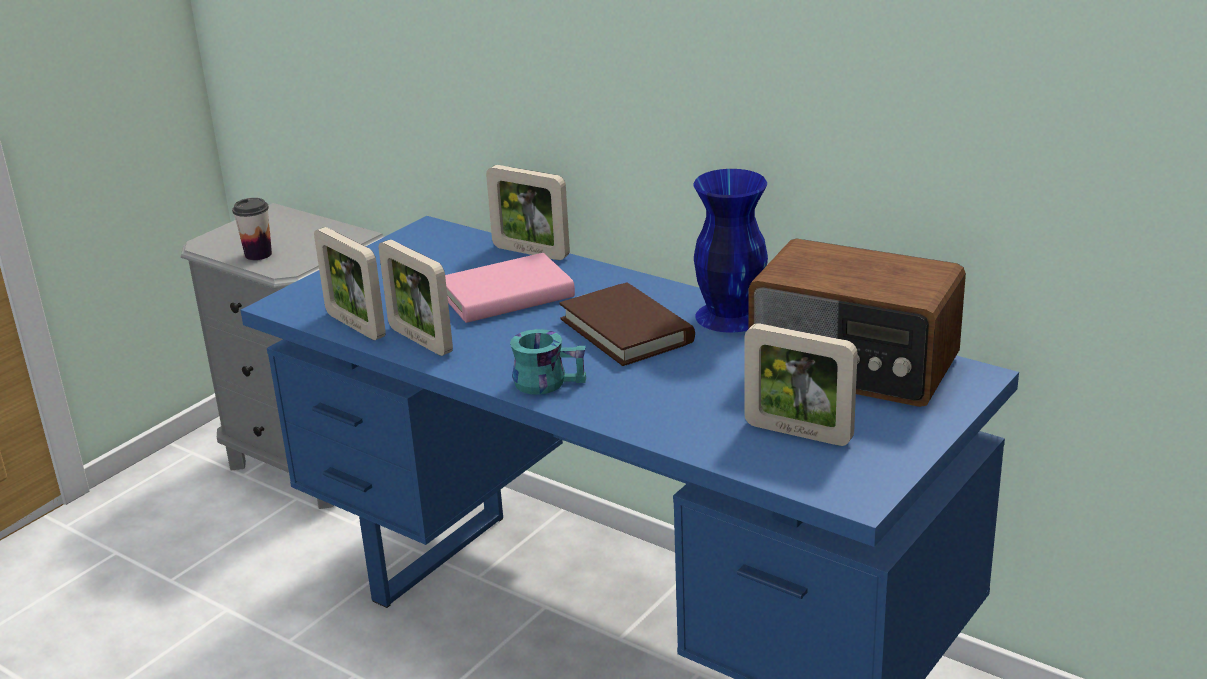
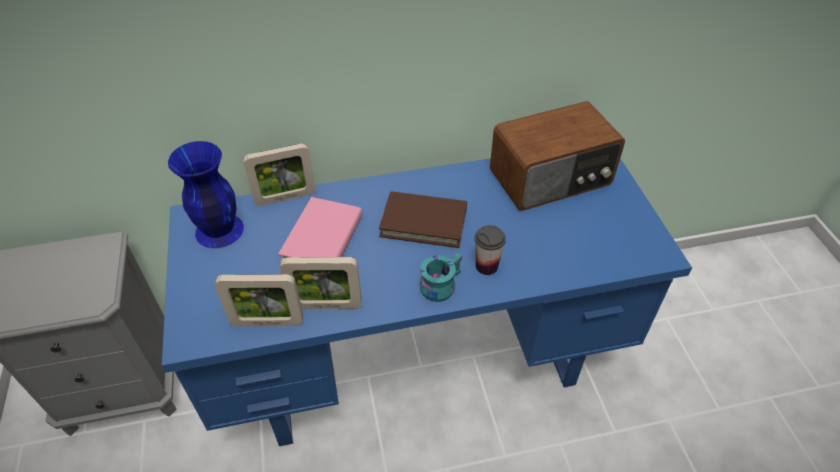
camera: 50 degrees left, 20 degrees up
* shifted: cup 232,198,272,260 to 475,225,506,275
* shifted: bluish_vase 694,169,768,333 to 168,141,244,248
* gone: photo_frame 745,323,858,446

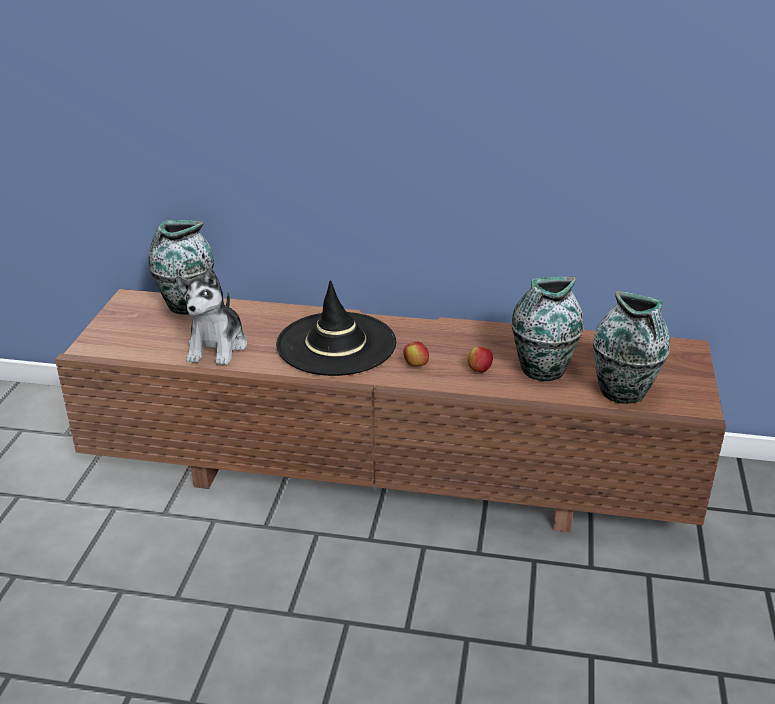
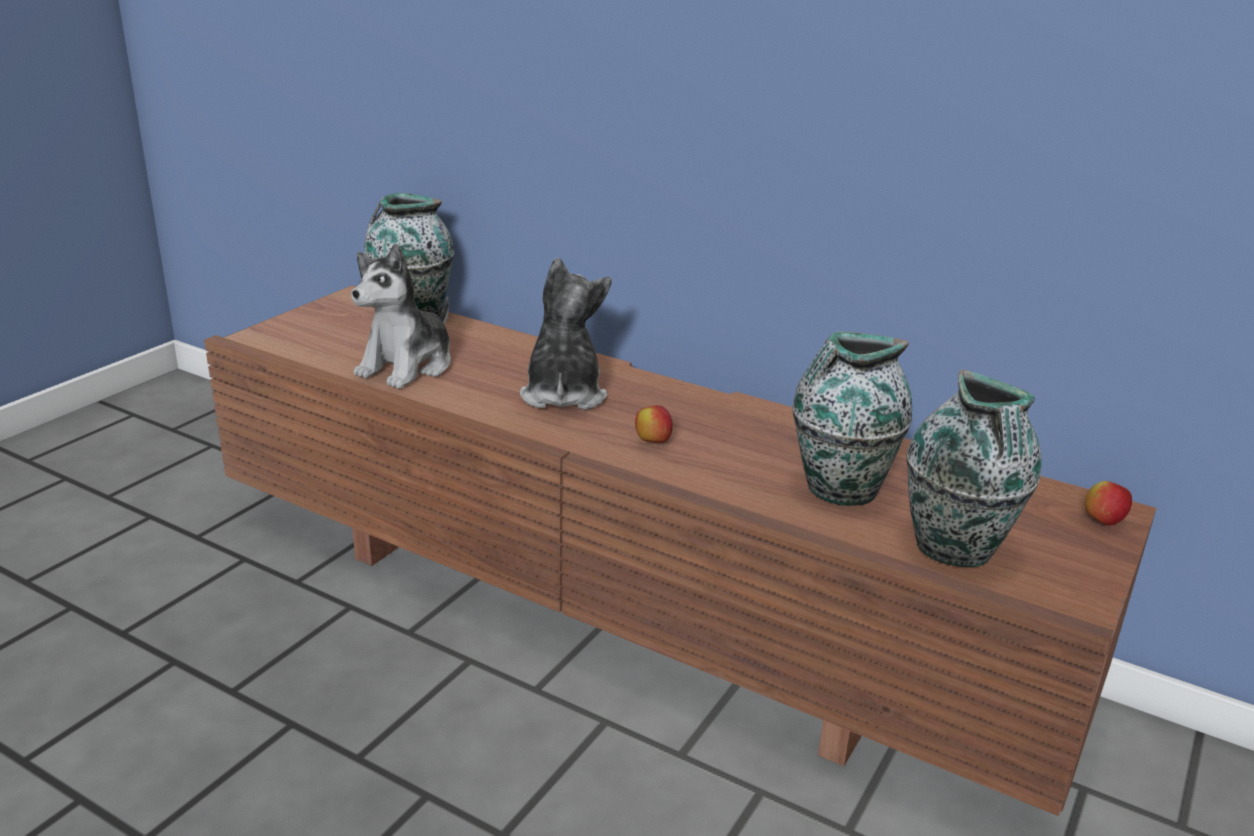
camera: 20 degrees right, 5 degrees down
* swapped: black-coloured_hat 276,280,396,376 to soft_toy 520,257,612,409
* shifted: whole_apple 468,347,493,372 to 1085,481,1132,525

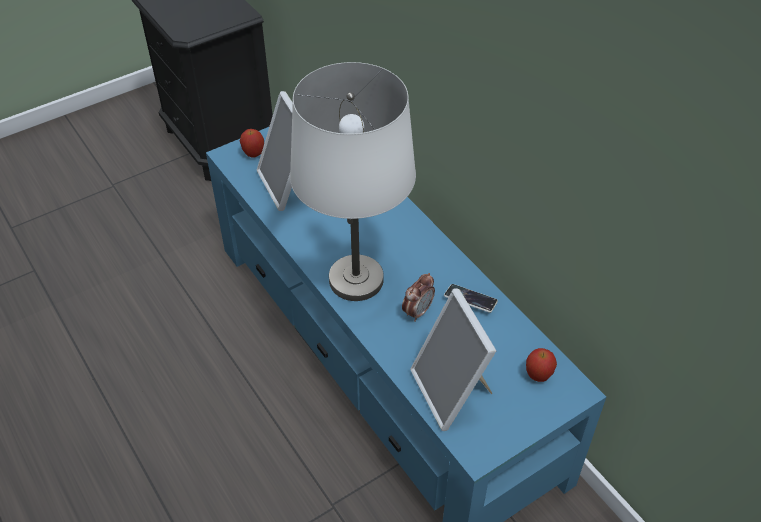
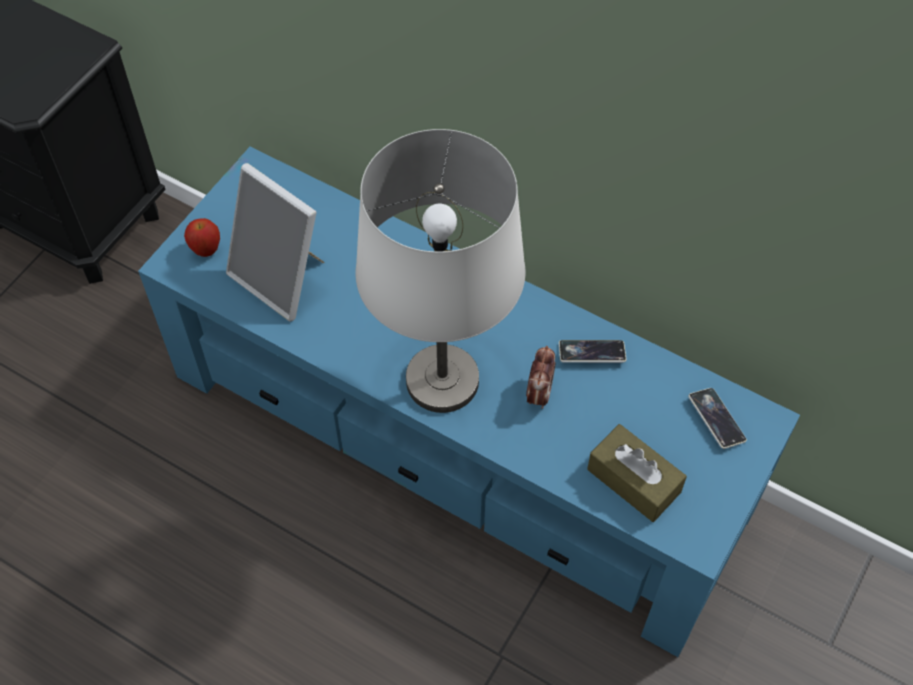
camera: 25 degrees left, 10 degrees up
* swapped: photo_frame 410,289,497,431 to brown_tissue_box 587,424,687,522
* swapped: whole_apple 526,348,557,382 to telephone 688,388,747,449

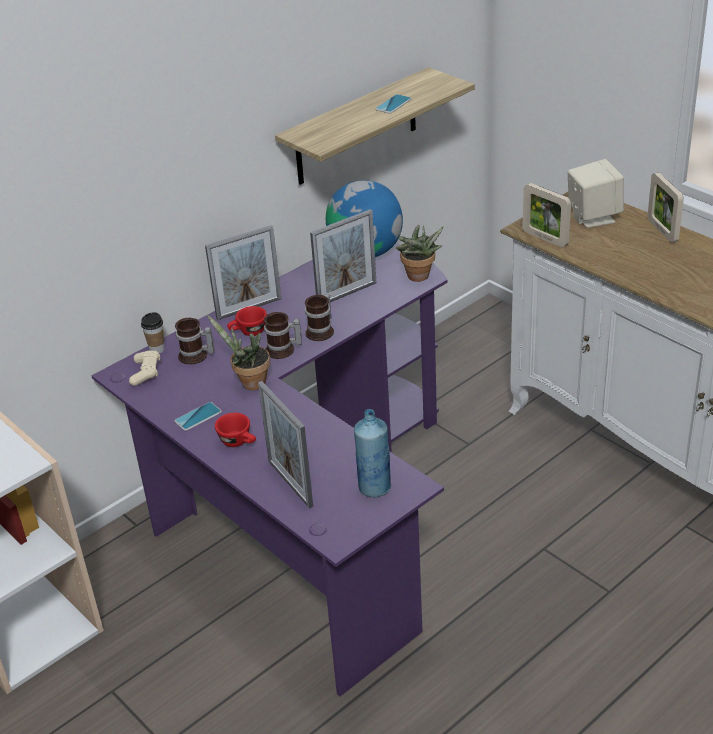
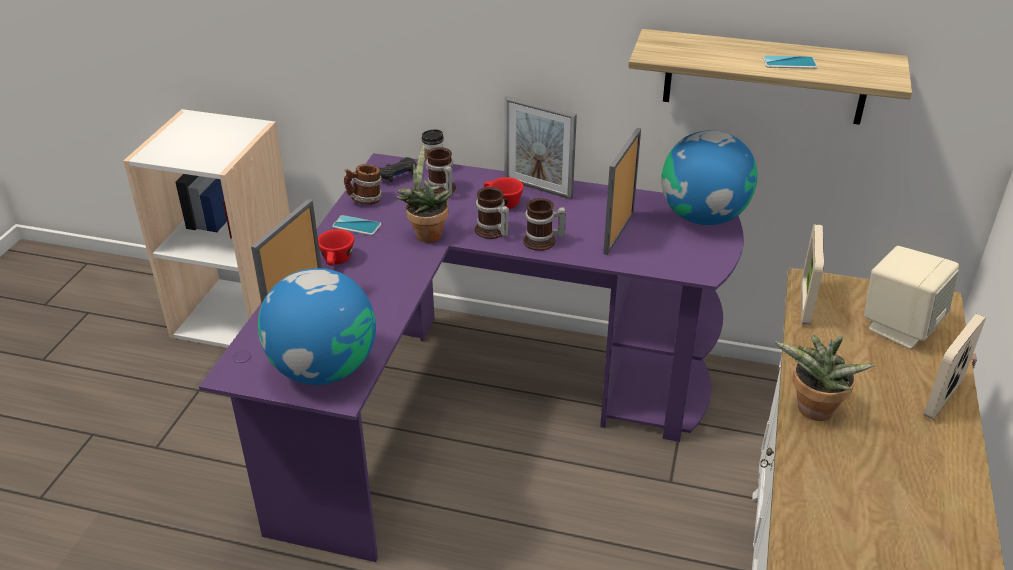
camera: 55 degrees right, 0 degrees up
* repainted: beige-coloured_game_controller 129,351,161,386 to black-coloured_game_controller 379,157,417,182
* rotated: photo_frame 310,209,376,302 = 603,128,641,255 90 degrees clockwise
* swapped: bluish_bottle 354,409,391,497 to world_globe 258,268,376,385
* shifted: potted_plant 396,225,443,282 to 774,335,875,421
* new: tea_mug 344,164,382,205

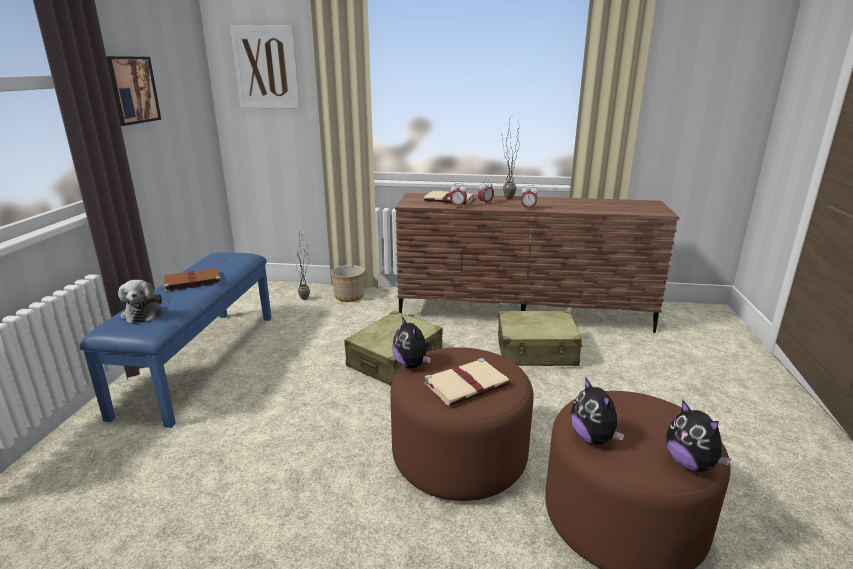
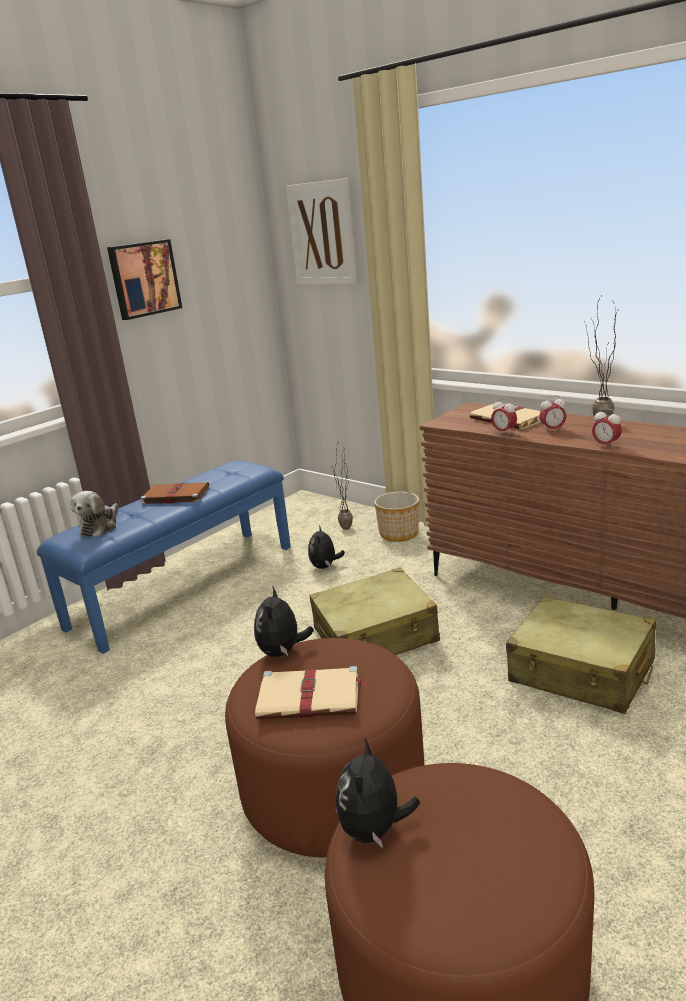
camera: 35 degrees right, 0 degrees up
* shifted: soft_toy 666,399,732,472 to 308,525,345,569

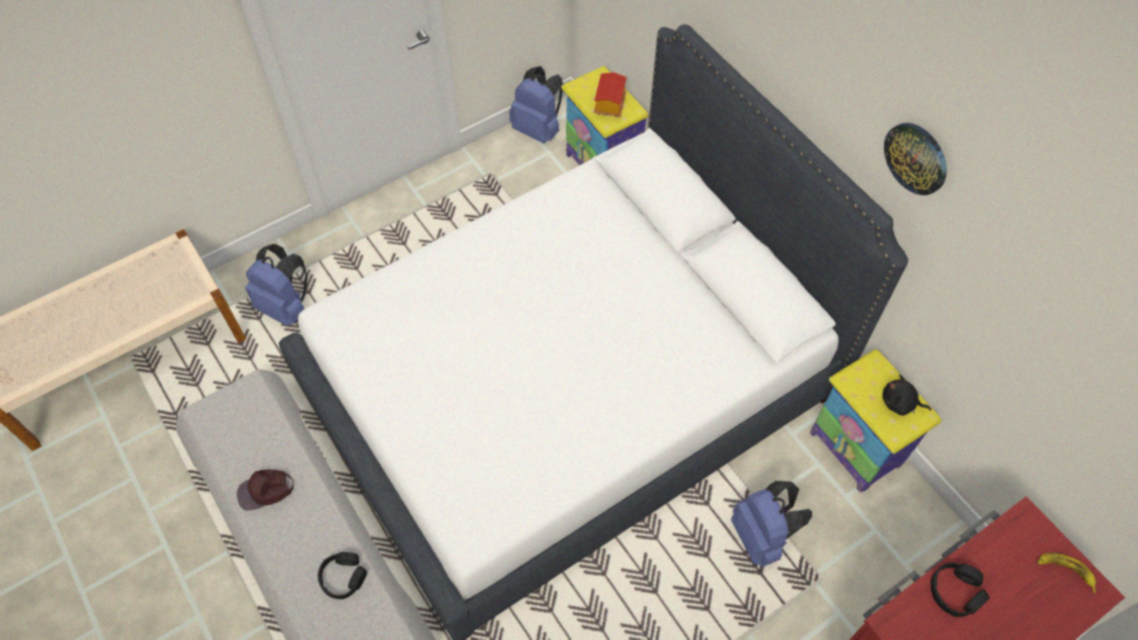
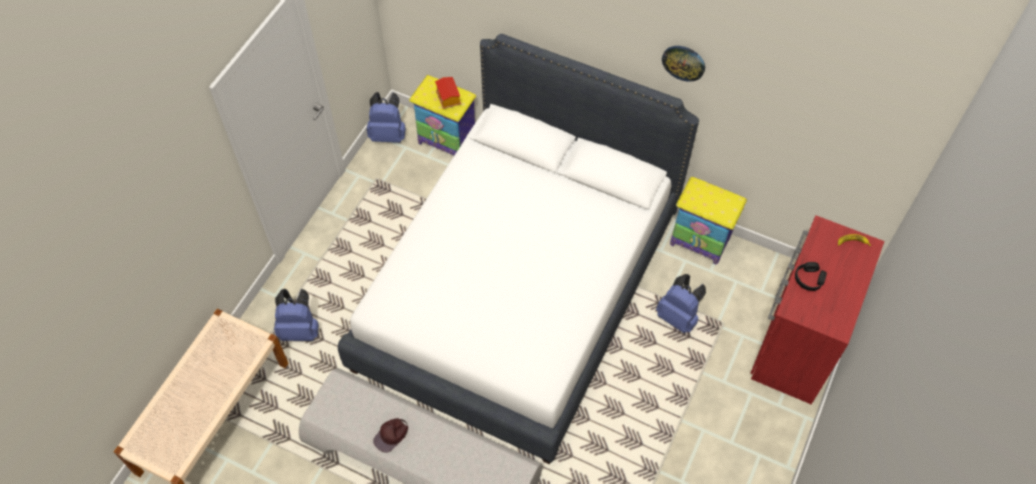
camera: 30 degrees left, 0 degrees up
* gone: black-coloured_headset 318,552,367,599
* gone: black-coloured_soft_toy 882,375,931,415

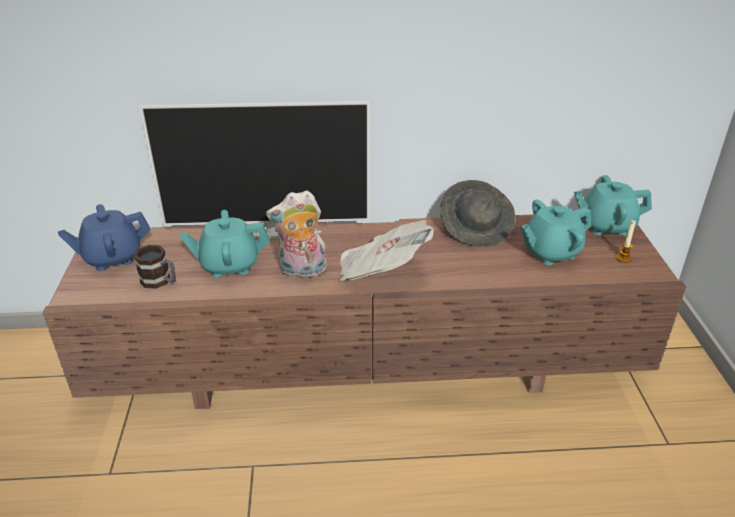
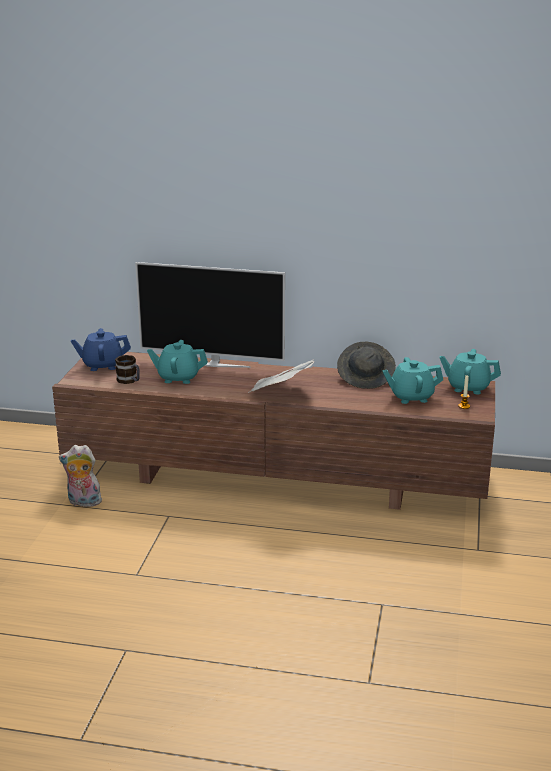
camera: 15 degrees right, 10 degrees down
* shifted: soft_toy 266,190,327,278 to 59,445,102,507

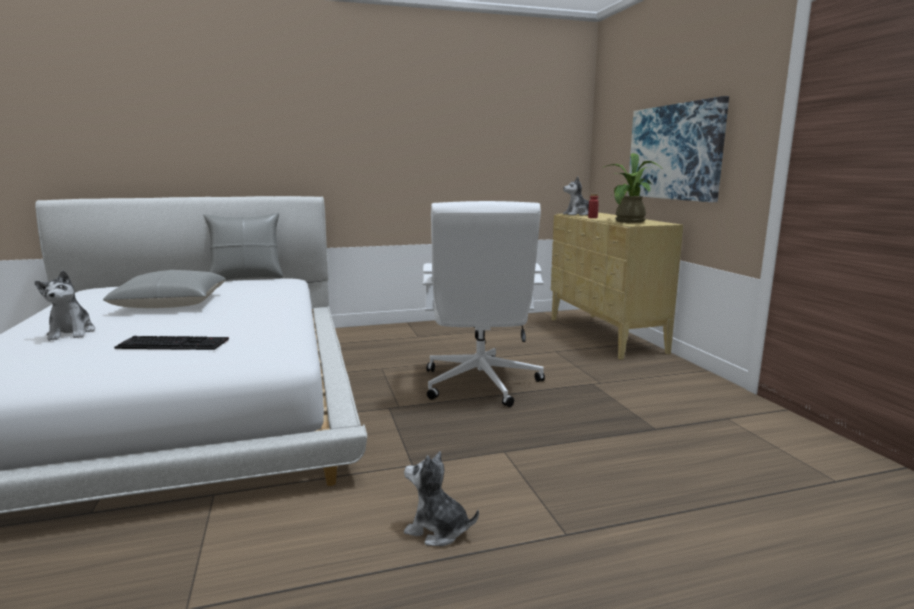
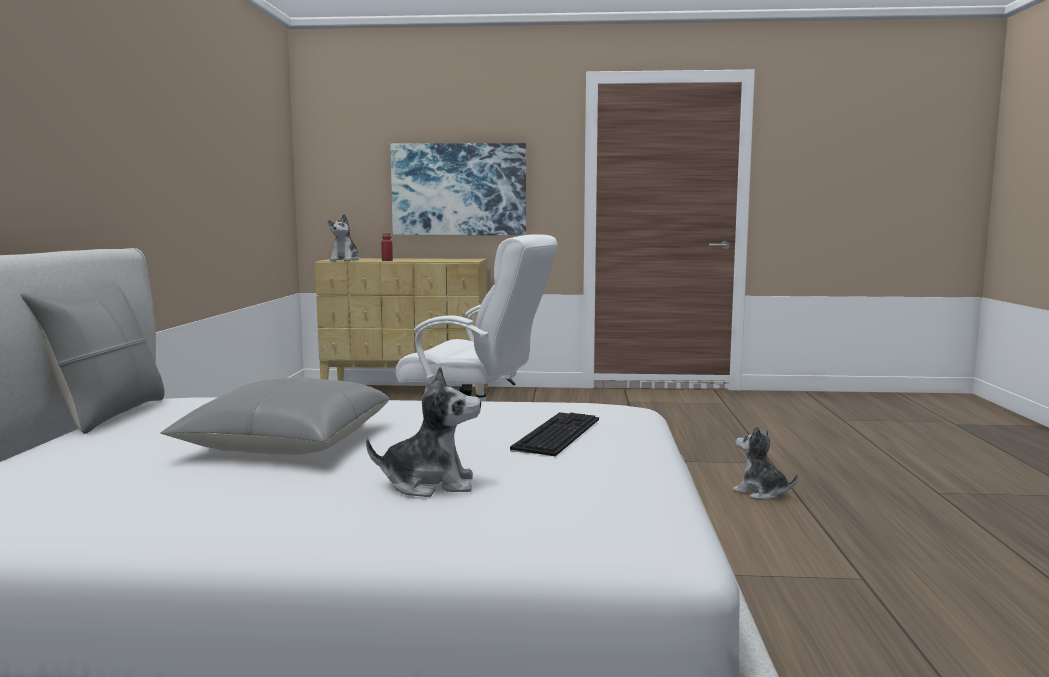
camera: 70 degrees left, 5 degrees down
* rotated: soft_toy 404,451,479,546 = 732,426,798,500 90 degrees clockwise
* gone: potted_plant 604,153,661,223

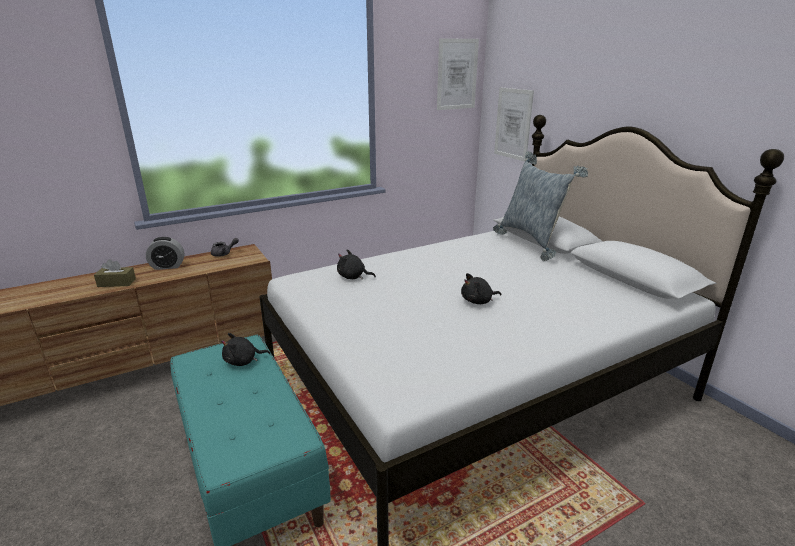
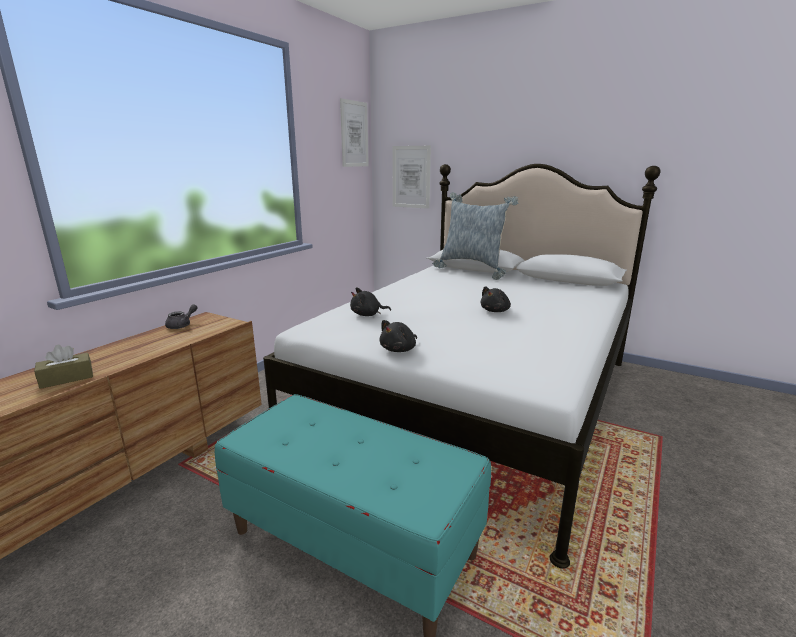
camera: 30 degrees left, 5 degrees down
* gone: alarm_clock 146,237,185,270
* shifted: black-coloured_soft_toy 221,333,270,366 to 380,320,417,352

